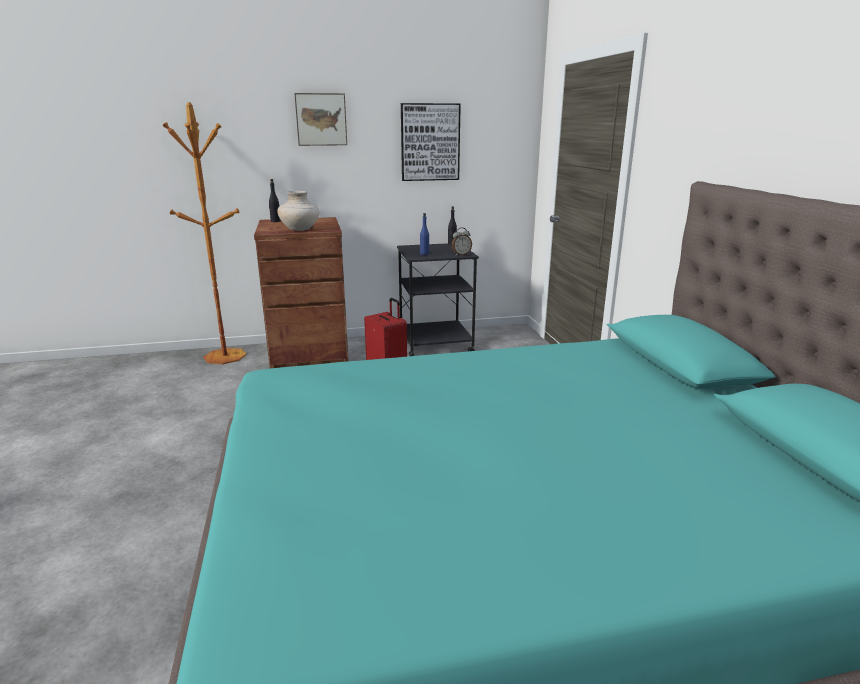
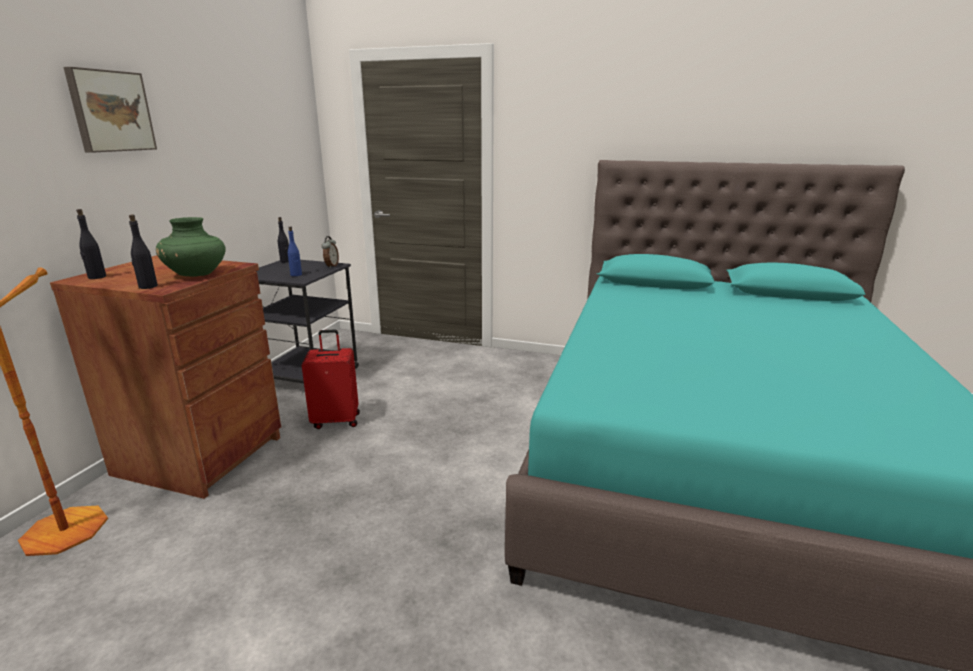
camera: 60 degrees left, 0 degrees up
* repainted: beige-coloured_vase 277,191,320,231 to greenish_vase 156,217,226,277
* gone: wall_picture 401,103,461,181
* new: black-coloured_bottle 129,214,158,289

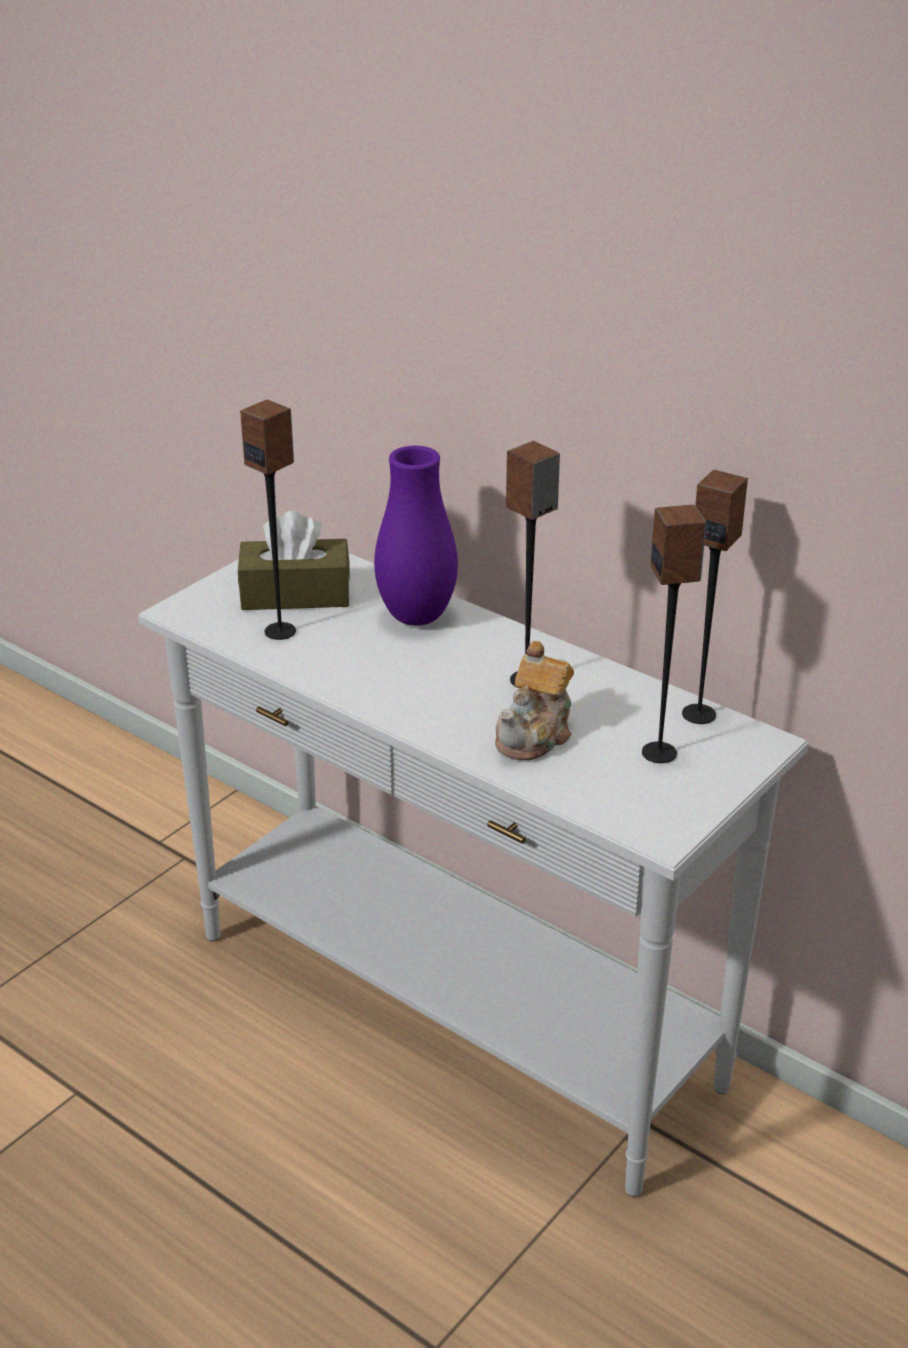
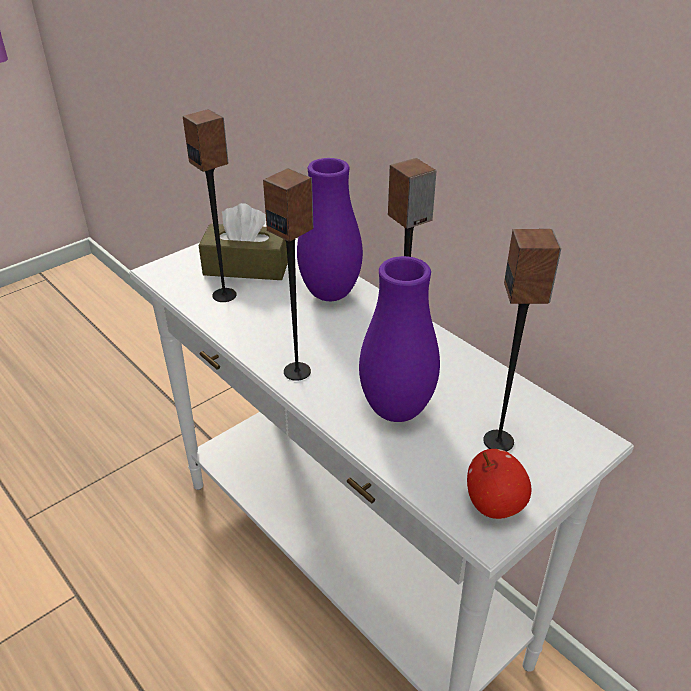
camera: 10 degrees right, 5 degrees up
* swapped: pot_for_tea 495,641,574,761 to purplish_vase 359,256,440,422
* shifted: audio_speaker 682,470,748,724 to 263,168,313,381
* new: whole_apple 467,449,531,519

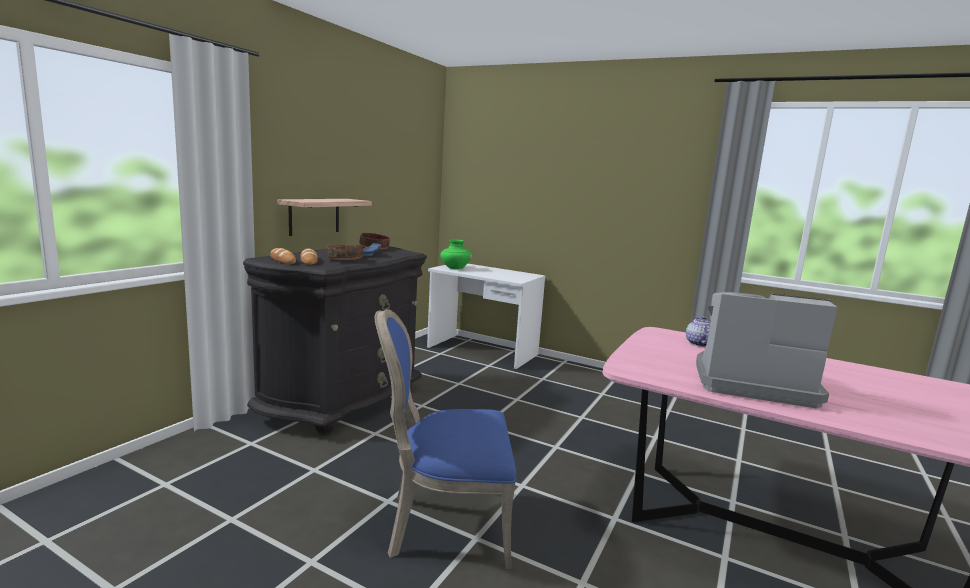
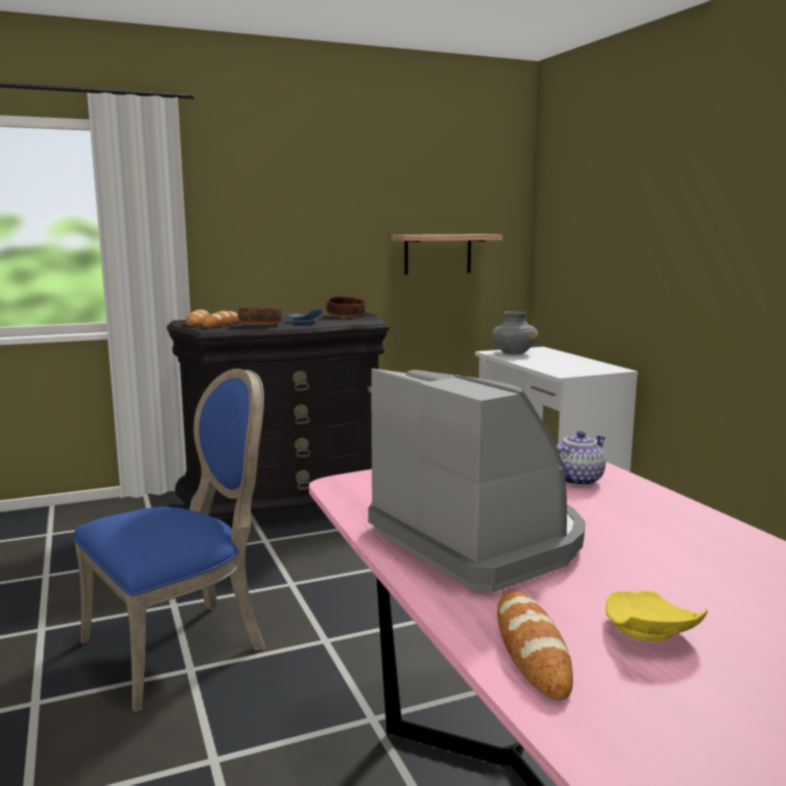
camera: 40 degrees right, 0 degrees up
* shifted: wall_shelf 277,199,372,236 to 391,234,503,275
* rotated: bluish_plain_chair 375,309,516,569 = 74,368,265,712 105 degrees clockwise
* repainted: greenish_vase 440,239,472,269 to gray_vase 492,311,538,355
* new: bakery_bread 497,591,573,700
* new: yellowish_plate 606,591,708,642

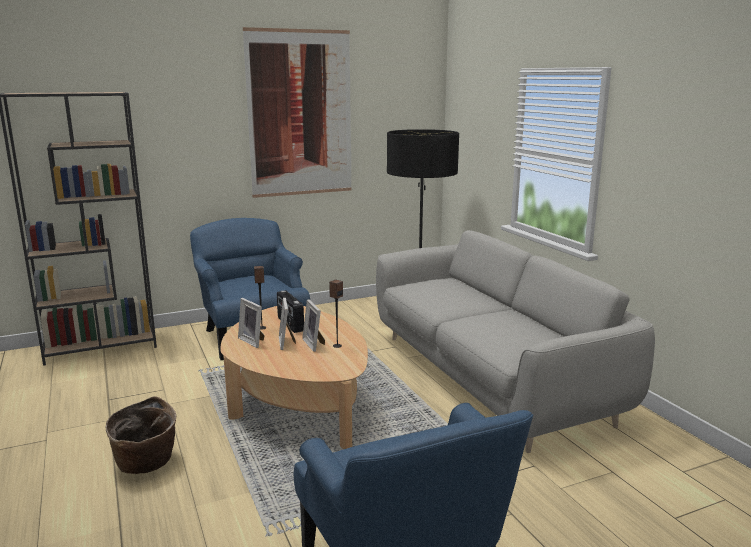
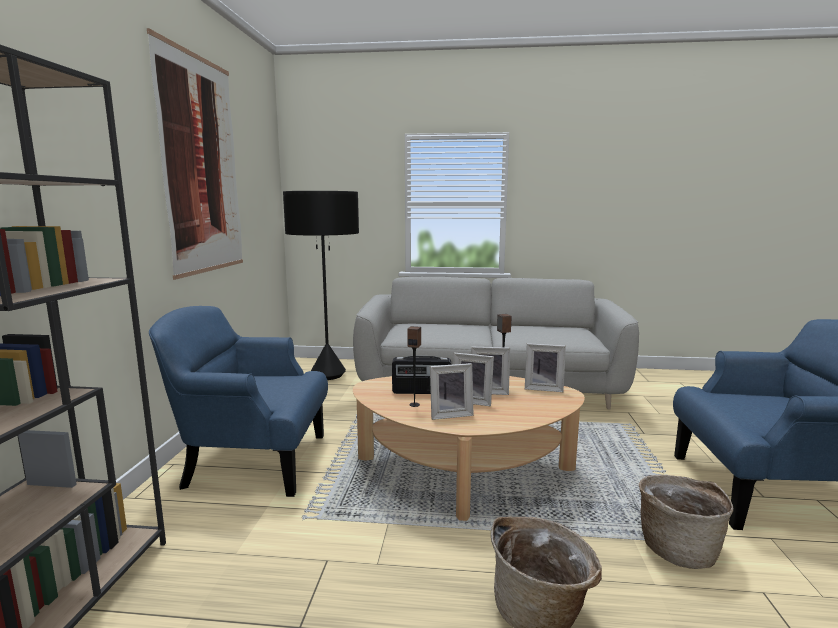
camera: 60 degrees left, 5 degrees down
* new: photo_frame 525,343,566,392
* new: storage_basket 639,475,733,569

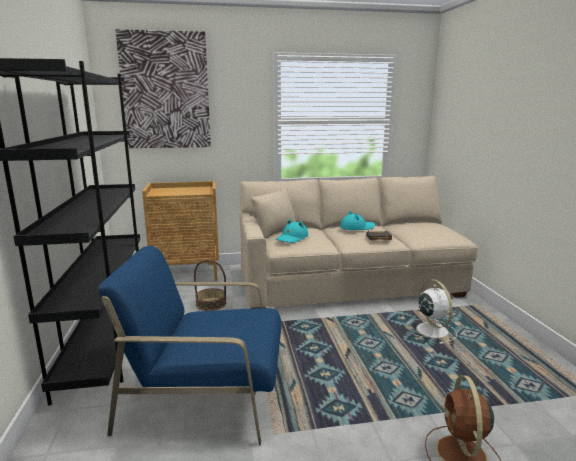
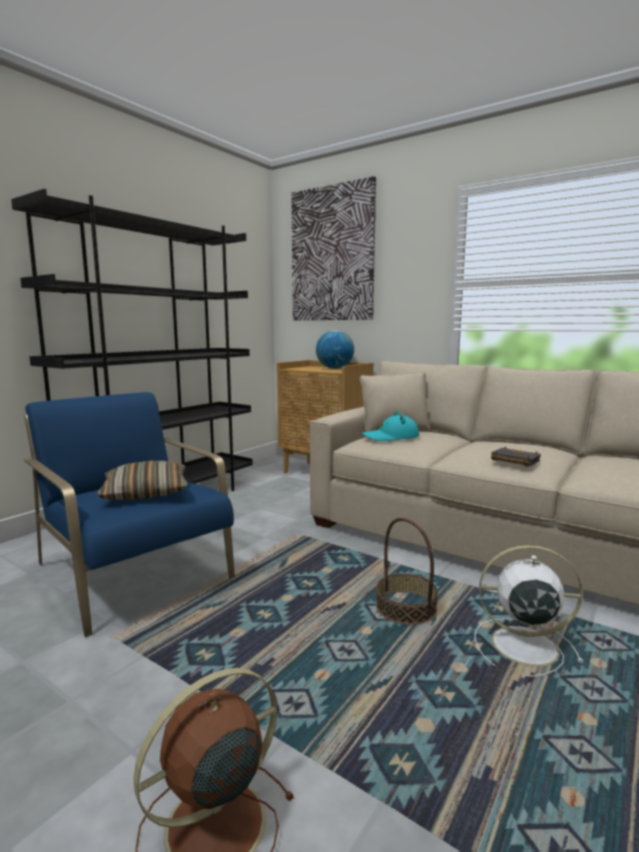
camera: 45 degrees right, 5 degrees down
* shifted: storage_basket 194,260,226,311 to 376,518,438,625
* gone: blue-green_hat 340,211,375,230
* rotated: white-coloured_fan 409,279,457,344 = 474,545,584,677 105 degrees counterclockwise
* new: pillow 97,461,188,500
* new: world_globe 316,330,354,369

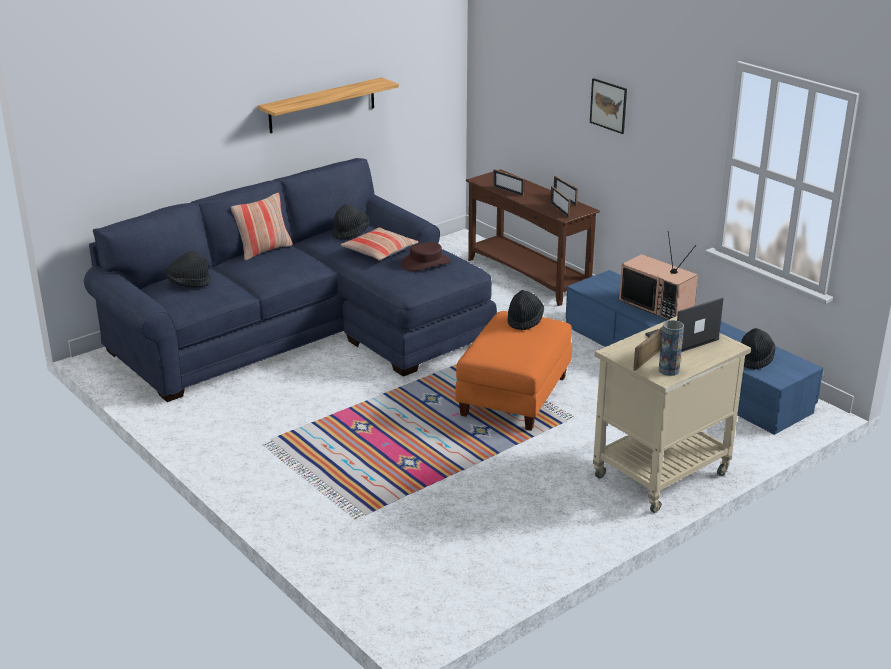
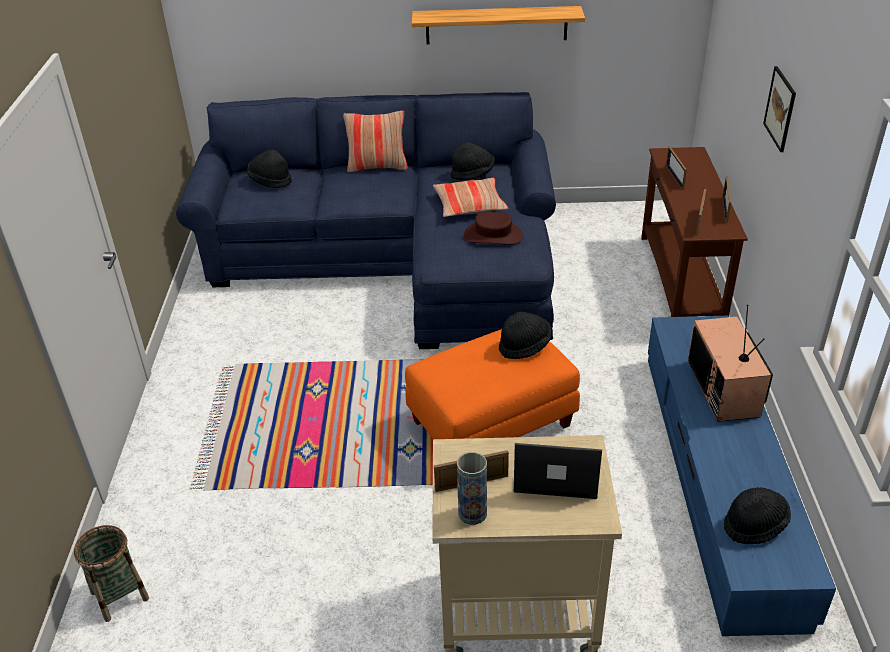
camera: 40 degrees right, 10 degrees up
* new: storage_basket 74,525,149,622

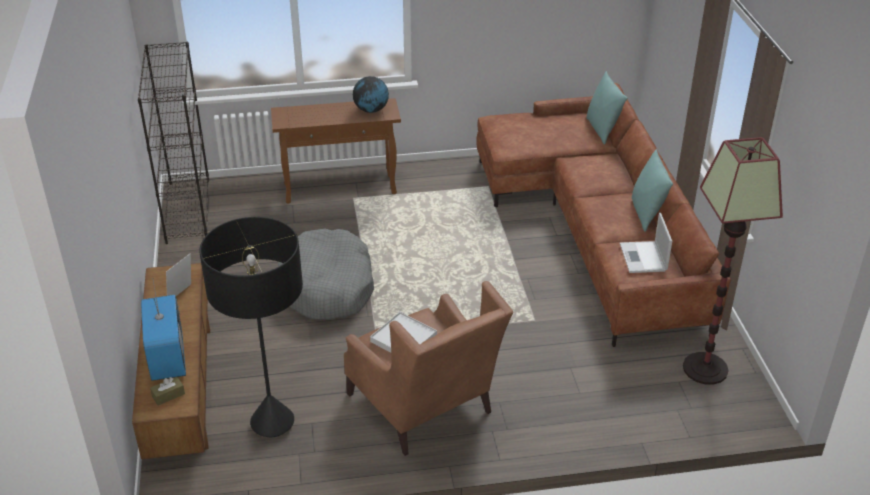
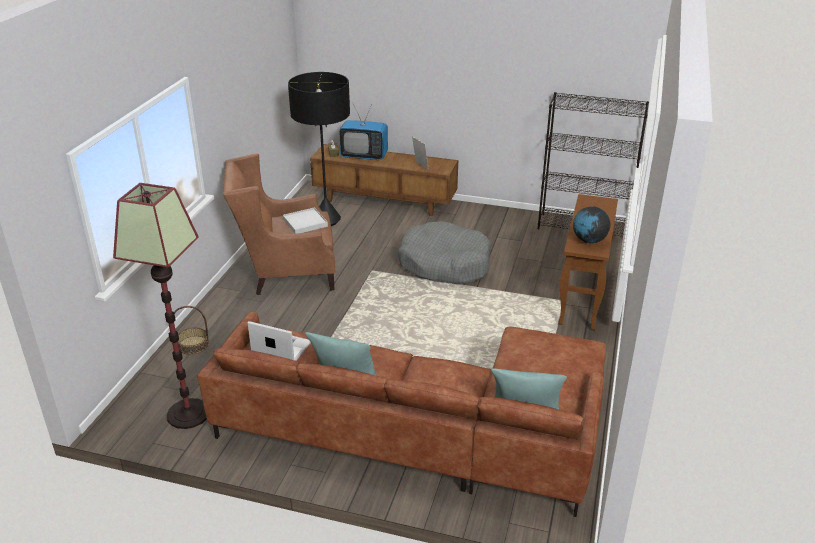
camera: 115 degrees right, 5 degrees down
* new: storage_basket 174,306,209,355

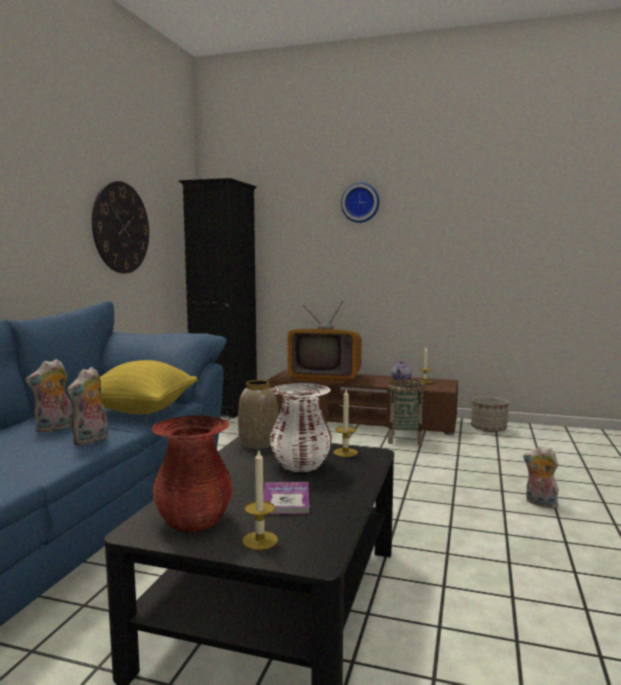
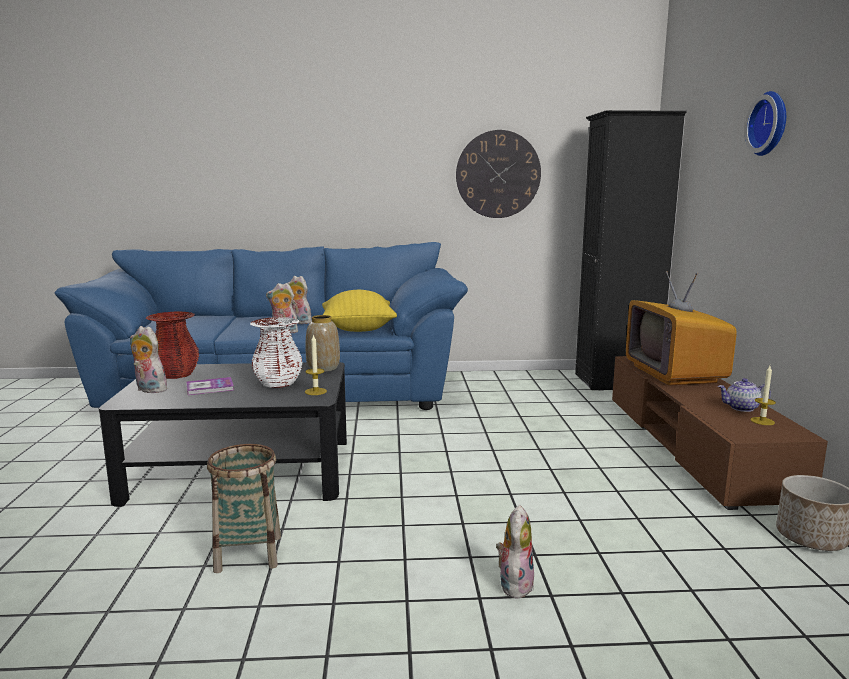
camera: 70 degrees right, 5 degrees up
* swapped: candle 242,451,278,550 to soft_toy 130,326,167,393
* shifted: storage_basket 388,379,425,446 to 207,444,281,573

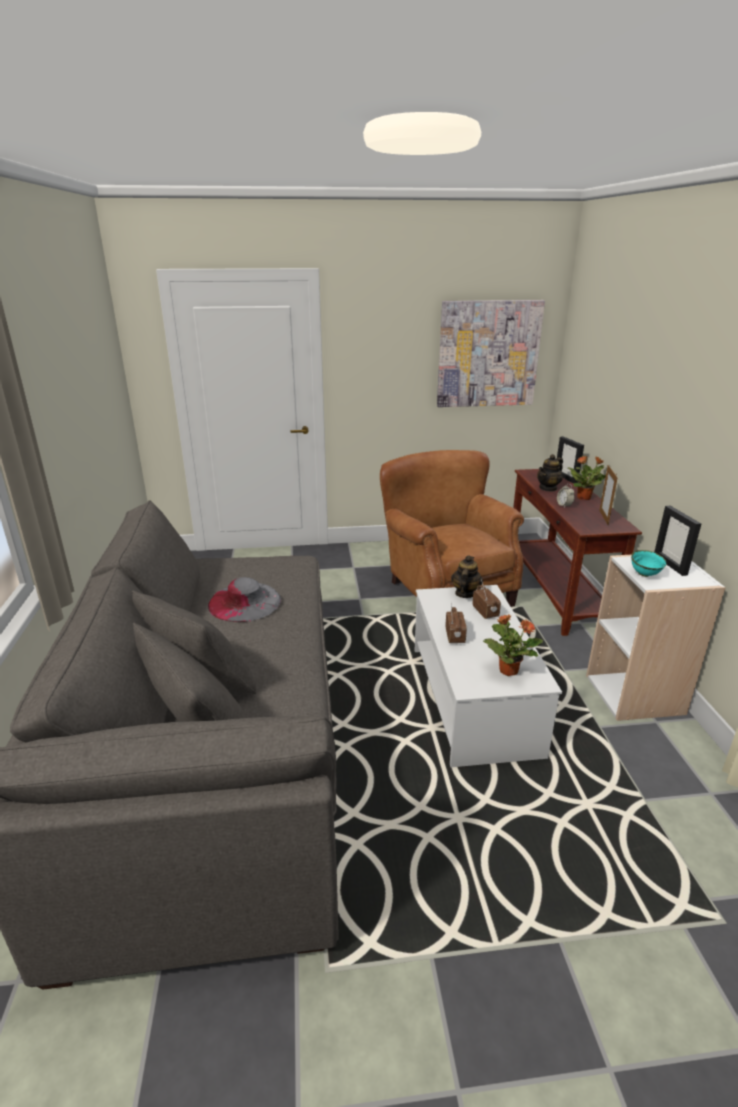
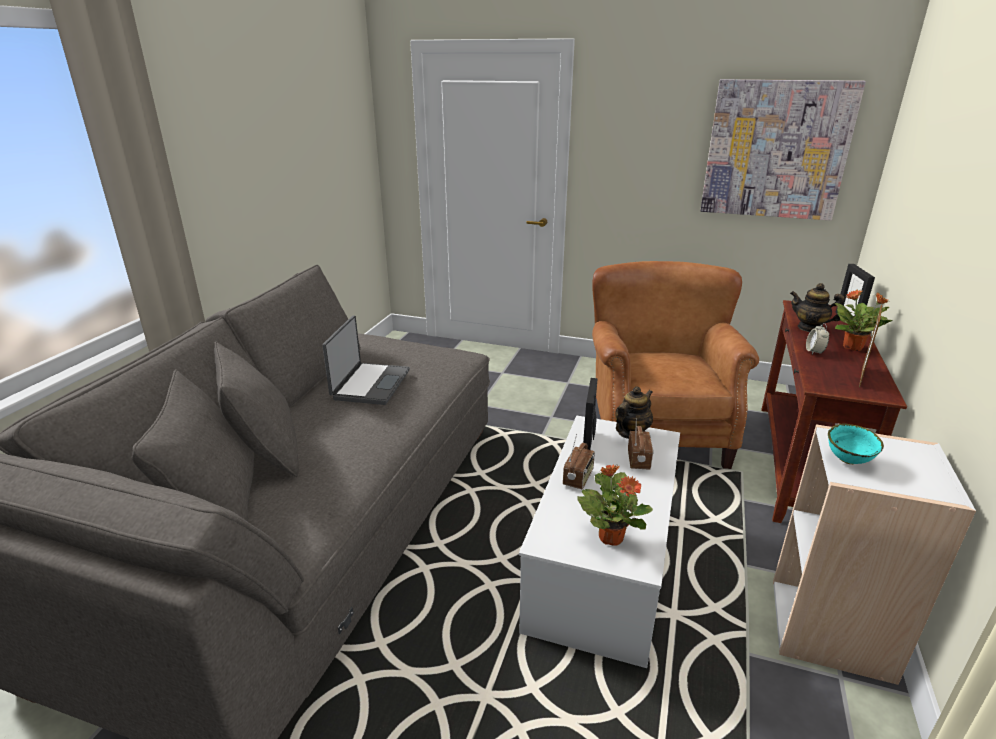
camera: 25 degrees right, 0 degrees up
* swapped: gray_hat 208,577,281,622 to portable_computer 322,315,410,405
* rotated: pot_for_tea 537,454,563,492 = 790,283,845,332 45 degrees clockwise
* shifted: photo_frame 654,506,701,576 to 583,378,598,450

